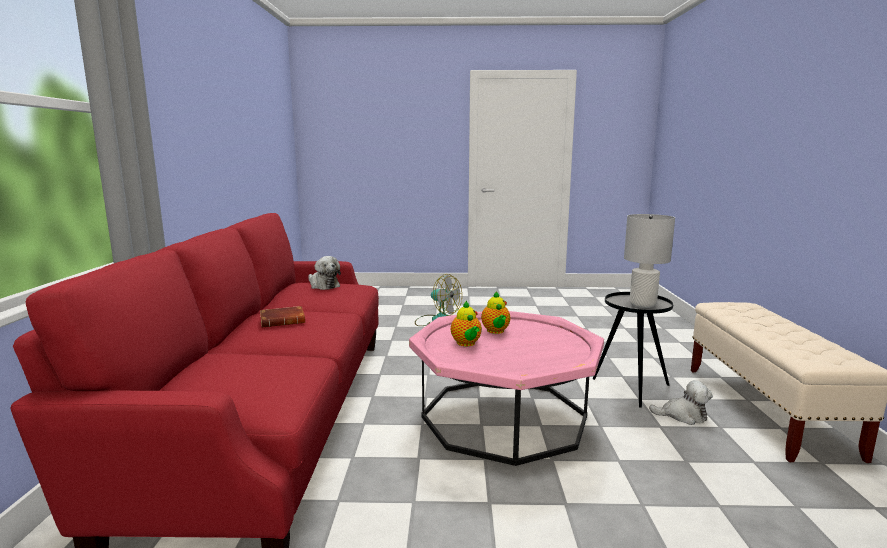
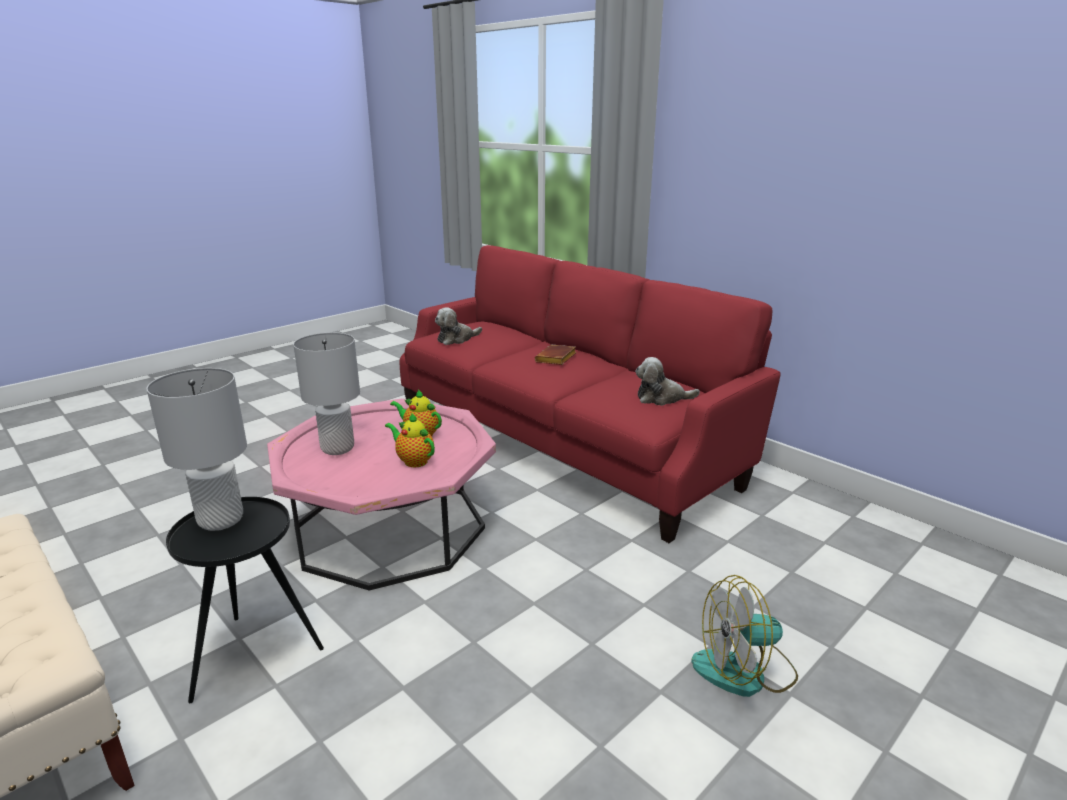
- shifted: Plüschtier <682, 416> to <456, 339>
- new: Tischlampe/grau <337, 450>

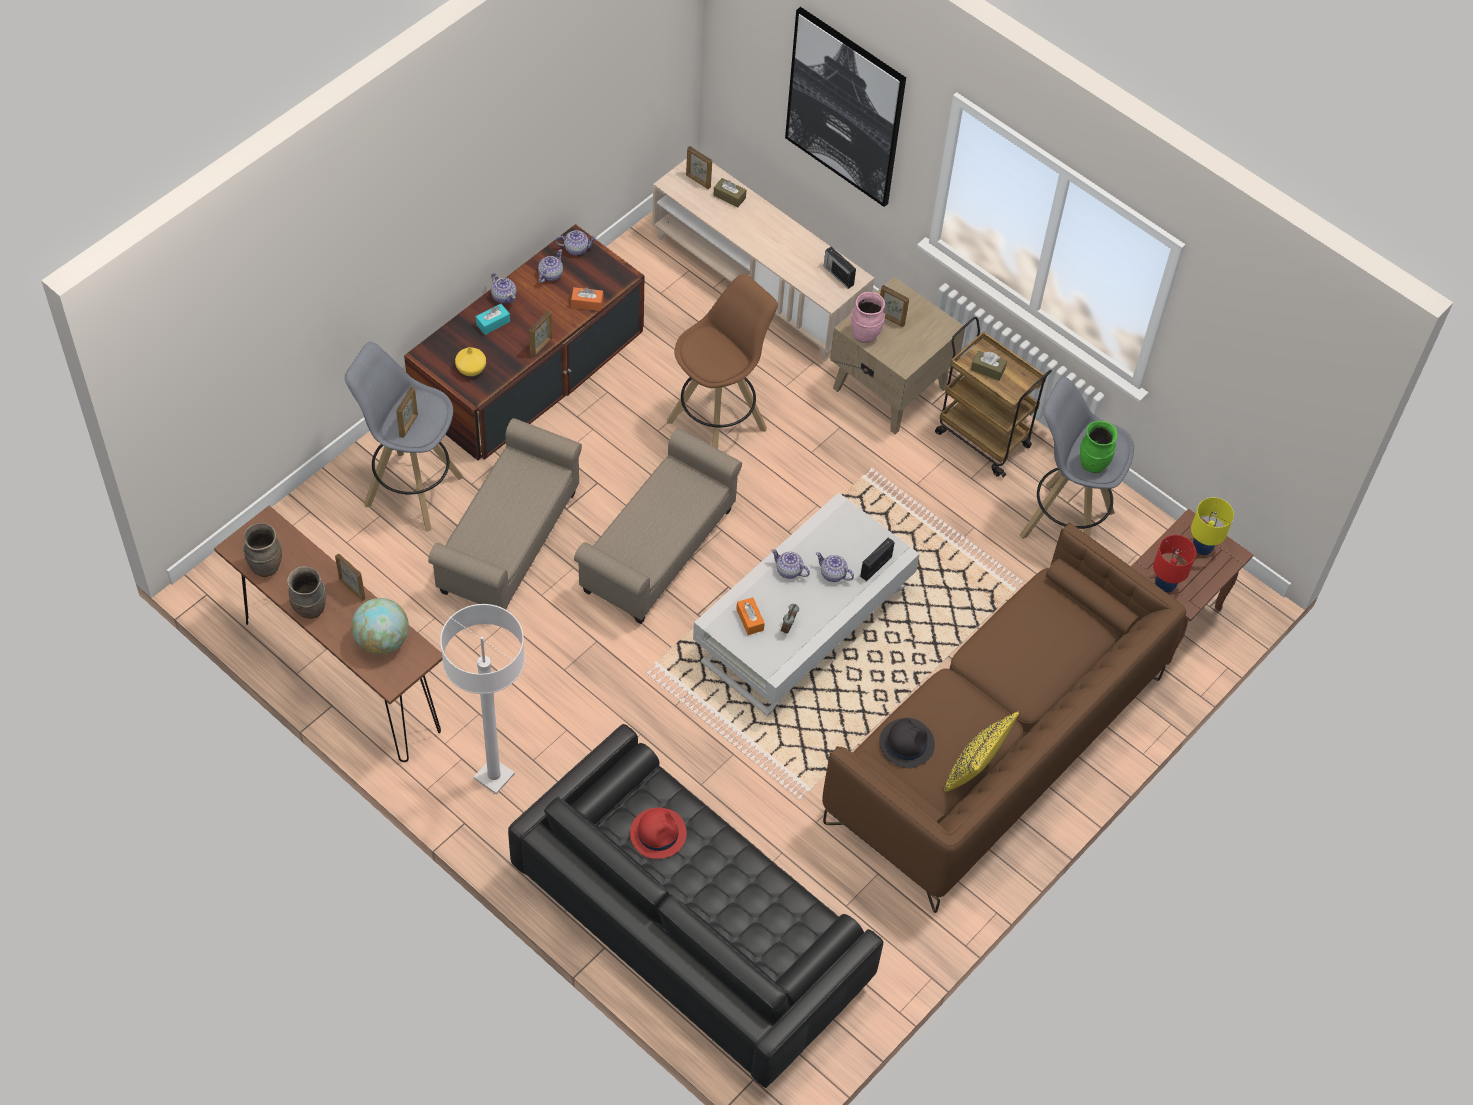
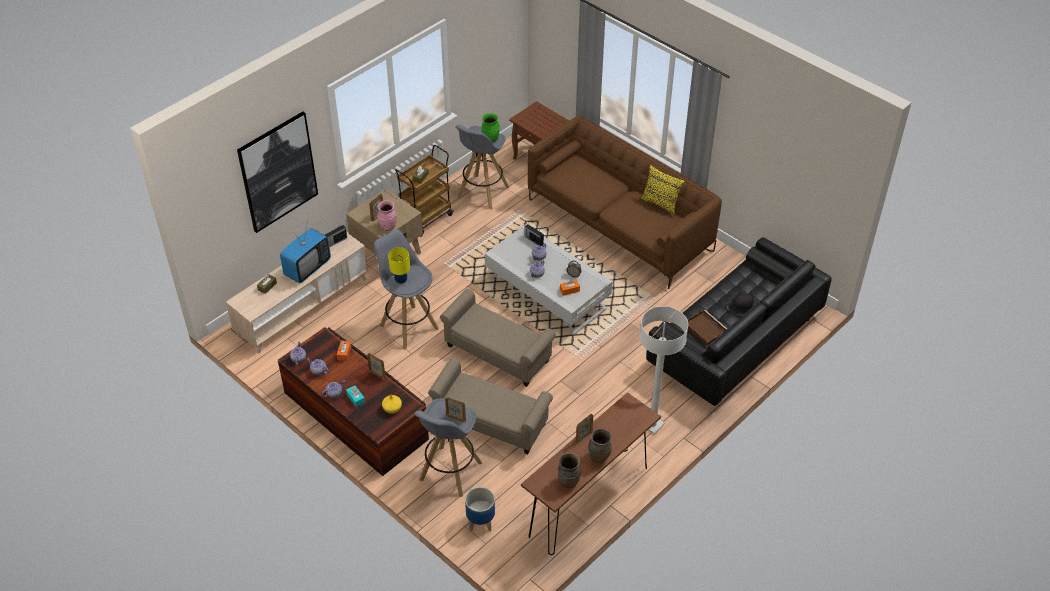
- gone: Globus <382, 641>
- swapped: Hut/rot <658, 833> to Tablett/braun <704, 328>
- repainted: Hocker/braun <719, 424> to Hocker/grau <408, 326>
- gone: Bilderrahmen <698, 181>
- shifted: Hut/schwarz <906, 743> to <741, 305>
- gone: Tischlampe/rot <1166, 586>
- shifted: Tischlampe/gelb <1201, 548> to <400, 281>
- new: Fernseher <307, 268>
- new: Pflanzkübel <480, 522>

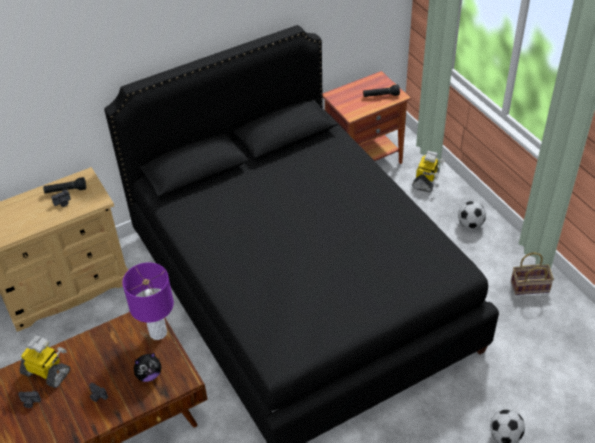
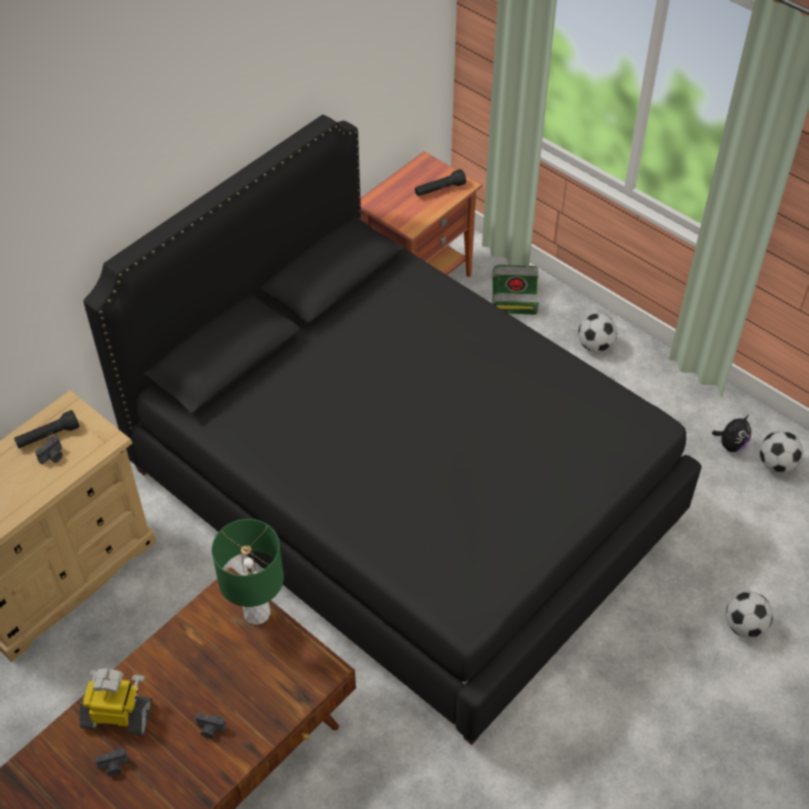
- repainted: Tischlampe/lila <158, 333> to Tischlampe/grün <257, 613>
- shifted: Plüschtier <149, 375> to <731, 445>
- swapped: Spielzeugroboter <426, 180> to Buch <514, 294>
- gone: Korb <530, 286>
- new: Fußball <776, 464>

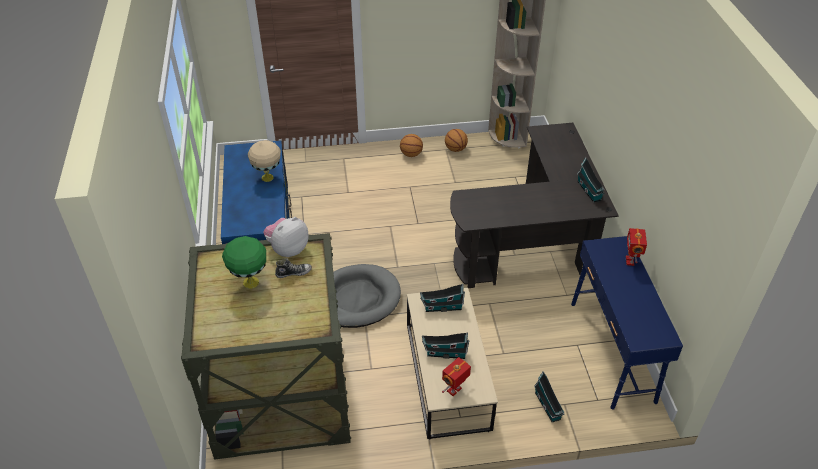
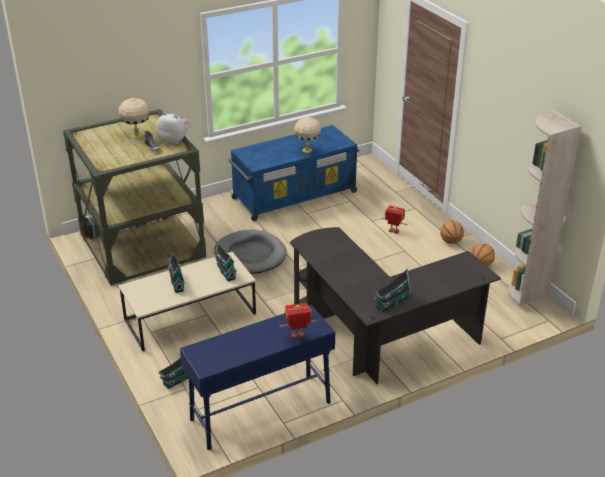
- repainted: Tischlampe/grün <250, 282> to Tischlampe/beige <137, 135>
- shifted: Spielzeugroboter <455, 390> to <393, 231>

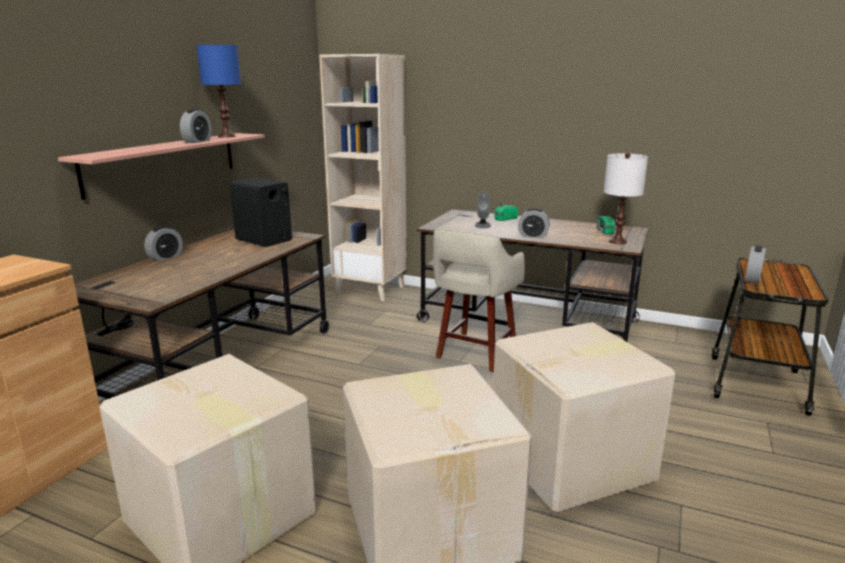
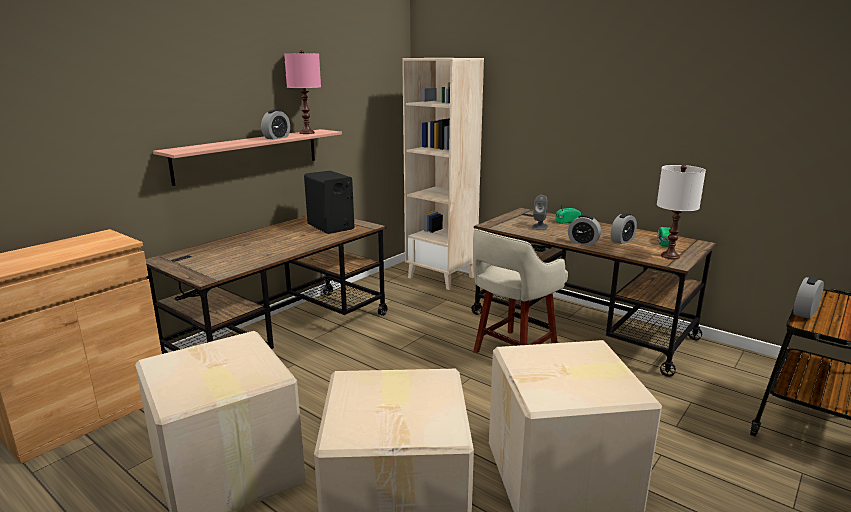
- shifted: Wecker <165, 257> to <622, 240>
- repainted: Tischlampe/blau <227, 136> to Tischlampe/rosa <307, 133>

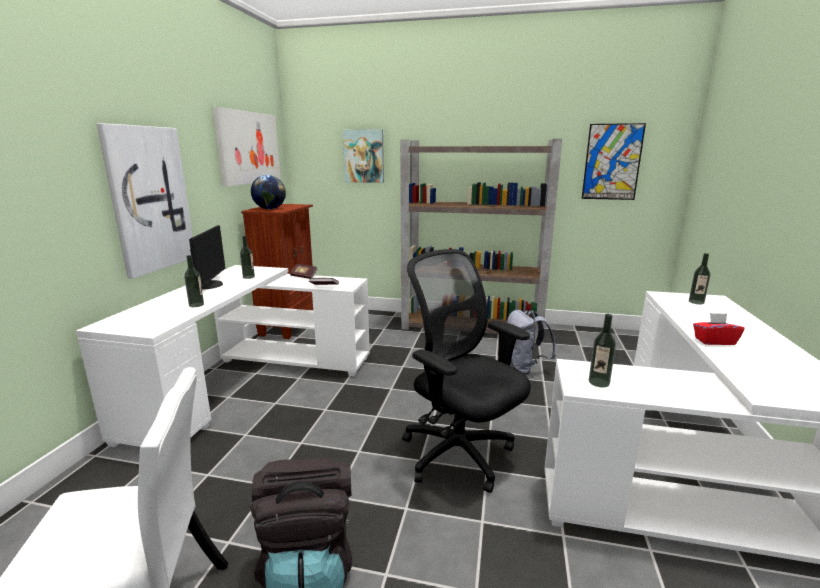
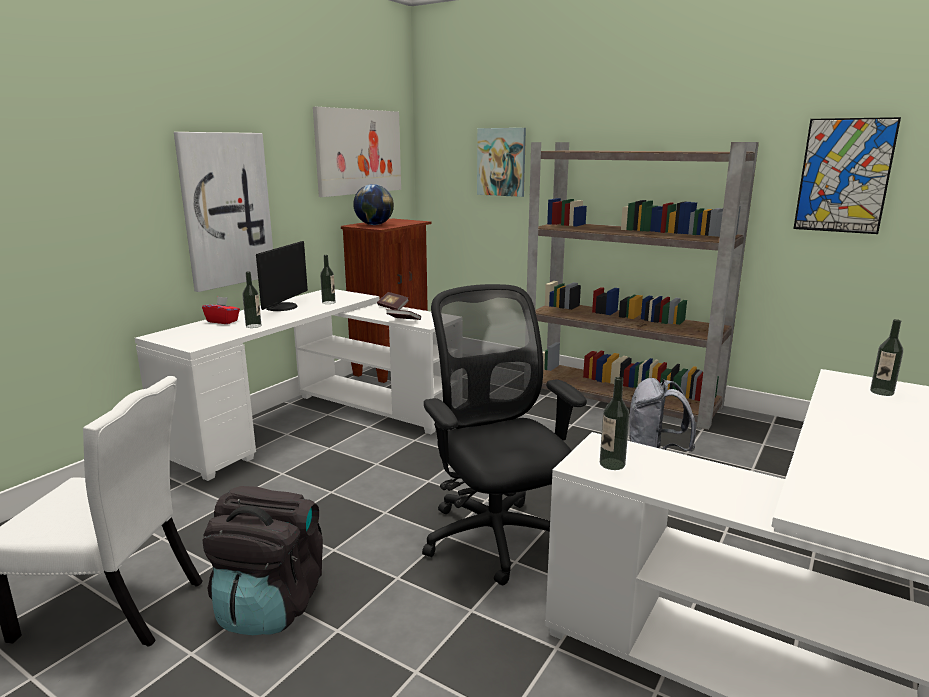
- shifted: Taschentuchbox/rot <714, 341> to <222, 321>

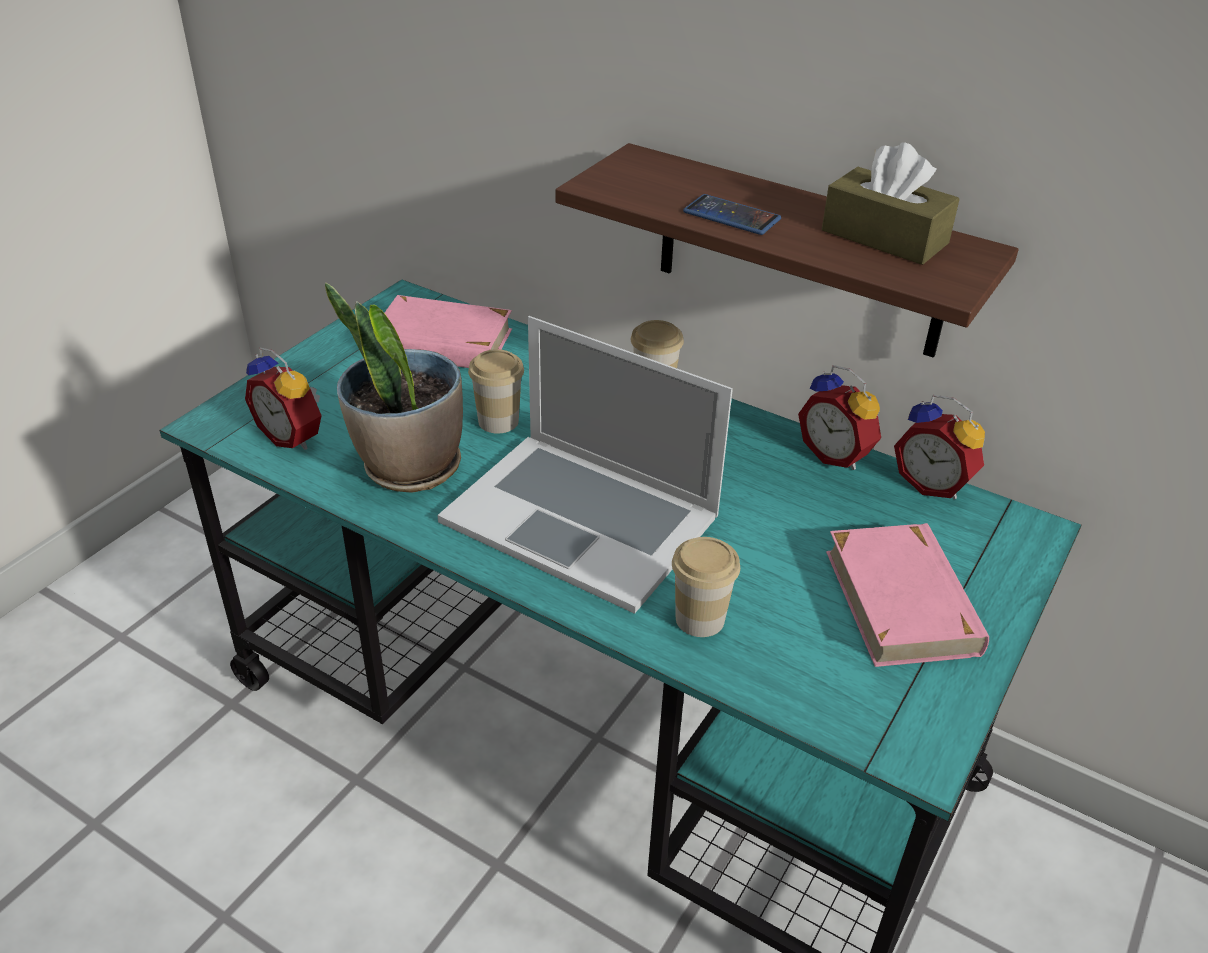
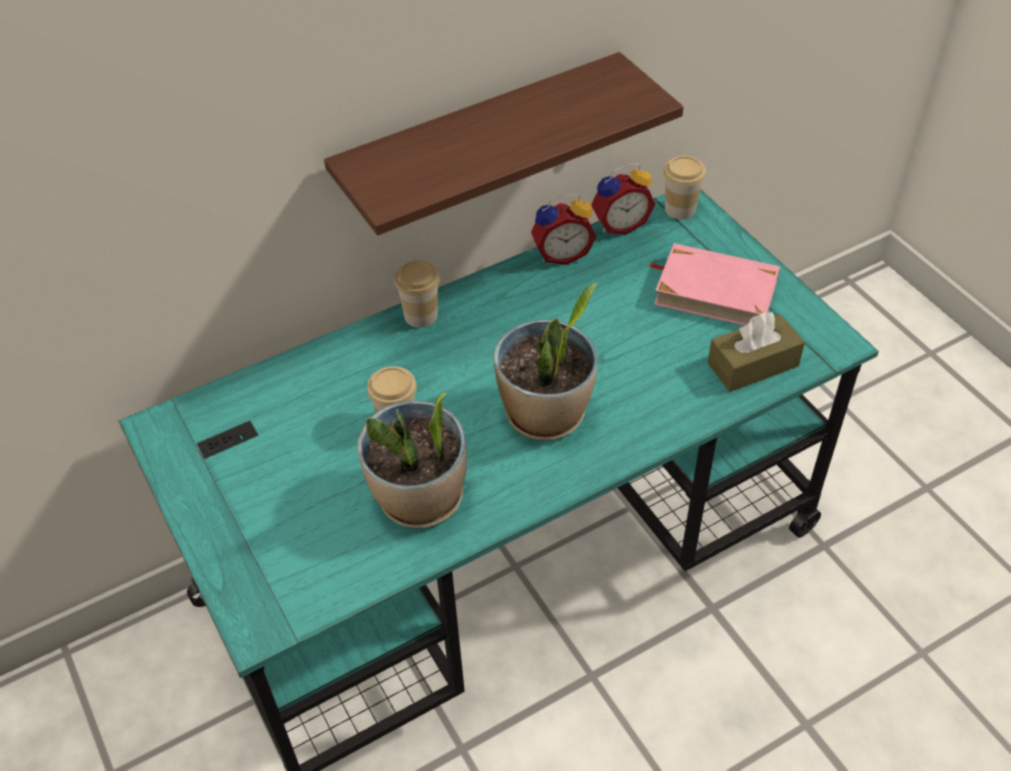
- gone: Wecker <293, 436>
- gone: Buch/rosa <443, 343>
- swapped: Laptop <581, 517> to Topfpflanze <546, 415>
- shifted: Tasse <700, 619> to <680, 209>
- gone: Handy <731, 216>
- shifted: Taschentuchbox/braun <884, 237> to <753, 364>

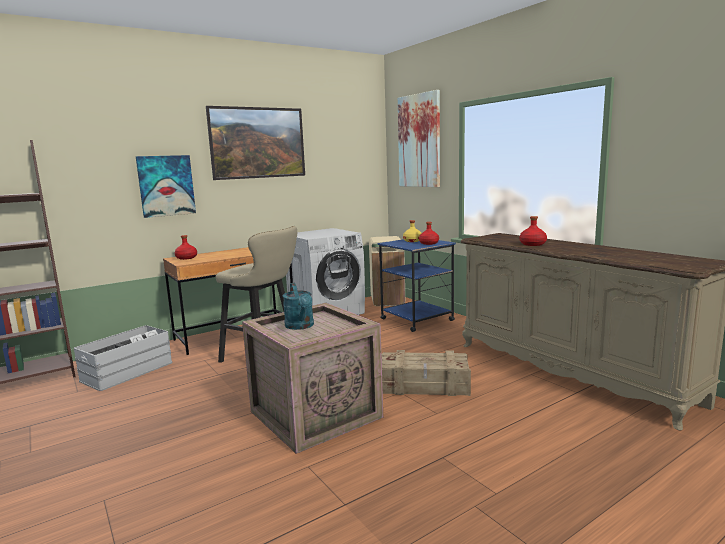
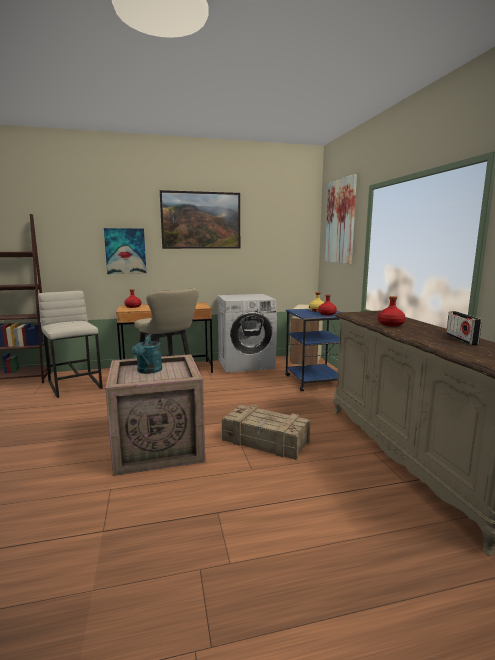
- swapped: Aufbewahrungsbox/grau <127, 371> to Hocker/beige <75, 385>
- new: Radio <461, 339>

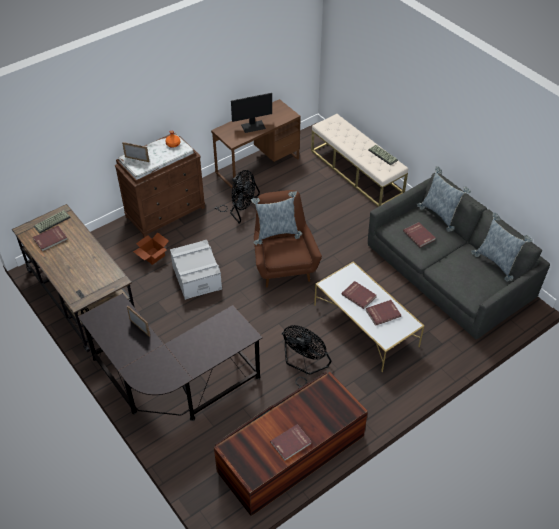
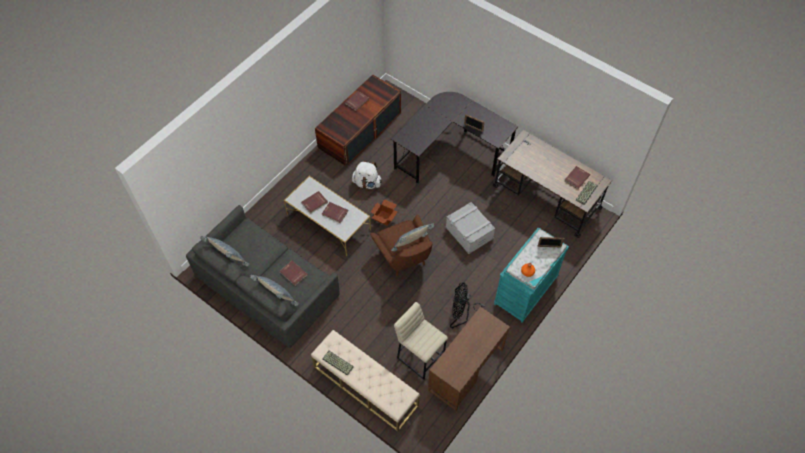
- repainted: Kommode/braun <165, 212> to Kommode/türkis <525, 290>
- shifted: Karton <152, 256> to <384, 217>
- gone: Monitor <253, 126>
- swapped: Ventilator/schwarz <303, 365> to Rucksack/weiß <367, 183>
- new: Hocker/beige <419, 356>

